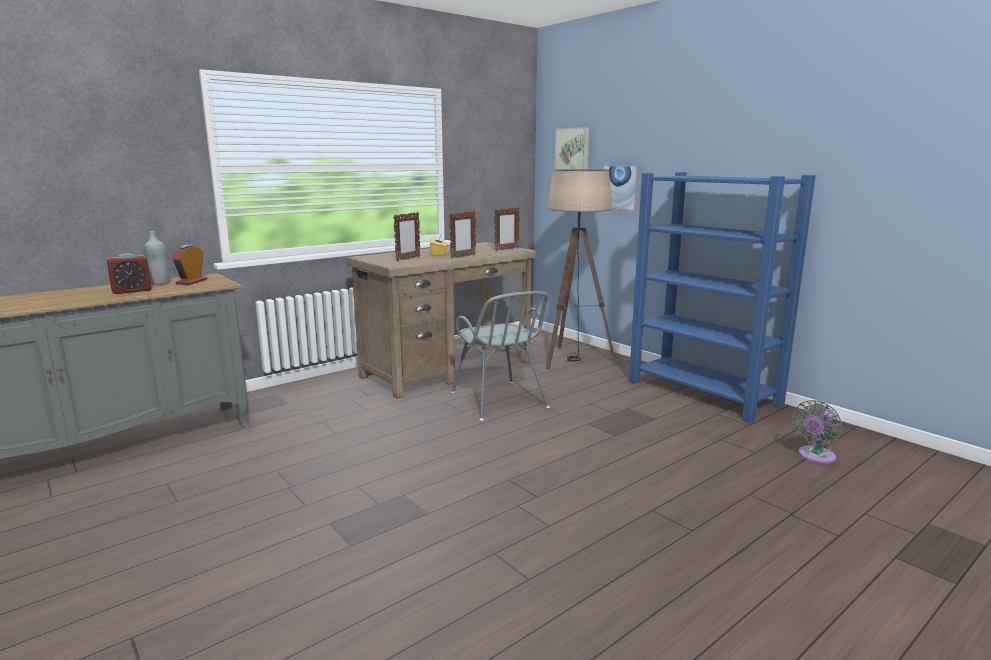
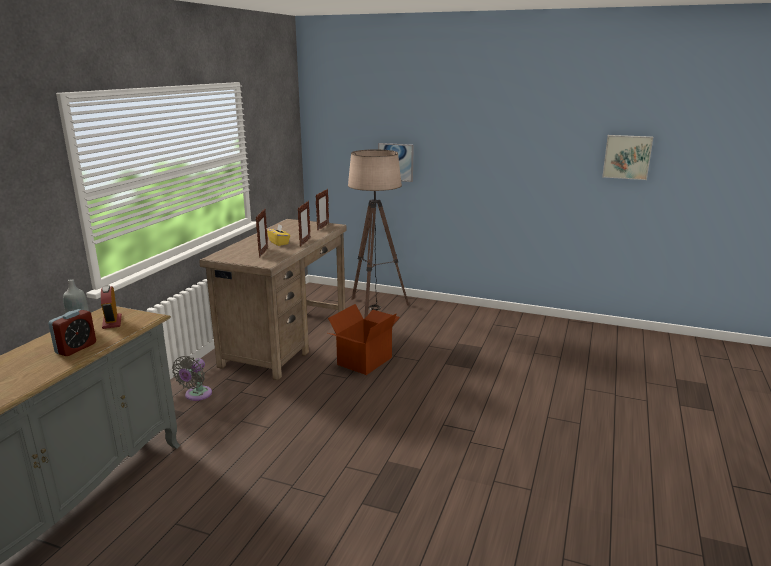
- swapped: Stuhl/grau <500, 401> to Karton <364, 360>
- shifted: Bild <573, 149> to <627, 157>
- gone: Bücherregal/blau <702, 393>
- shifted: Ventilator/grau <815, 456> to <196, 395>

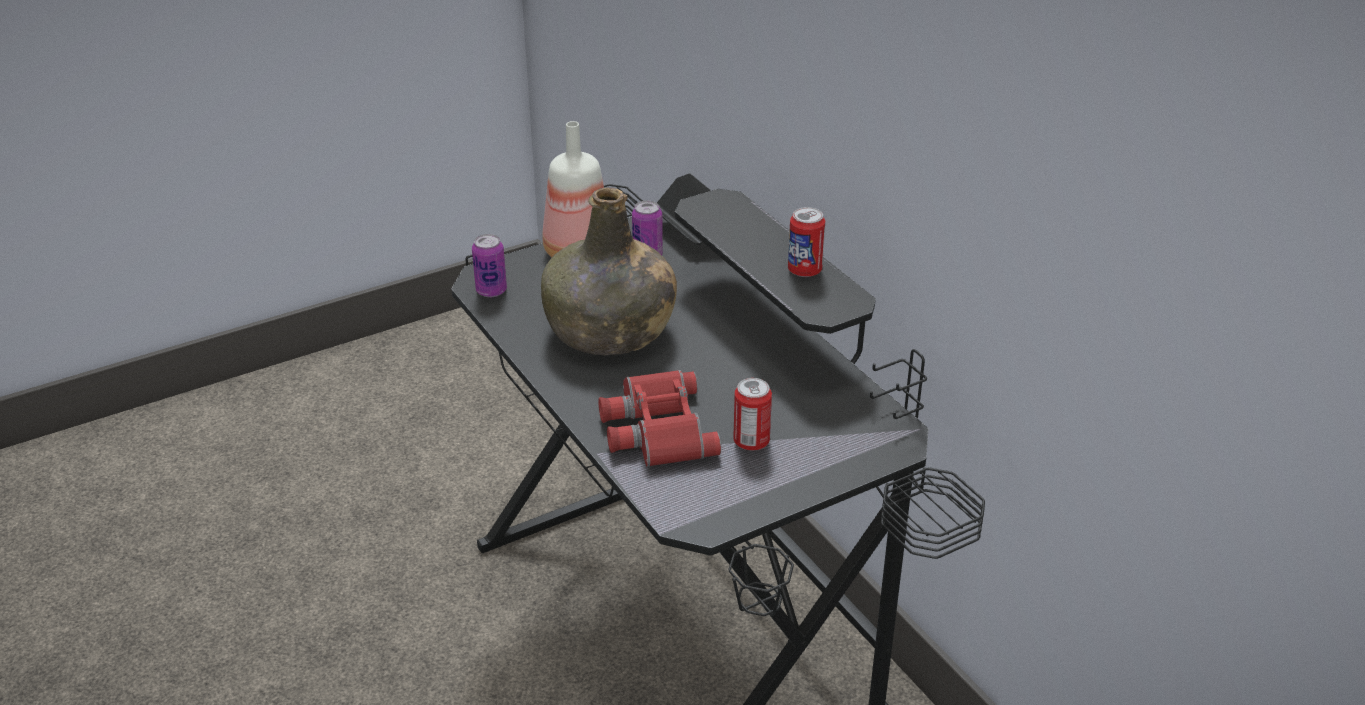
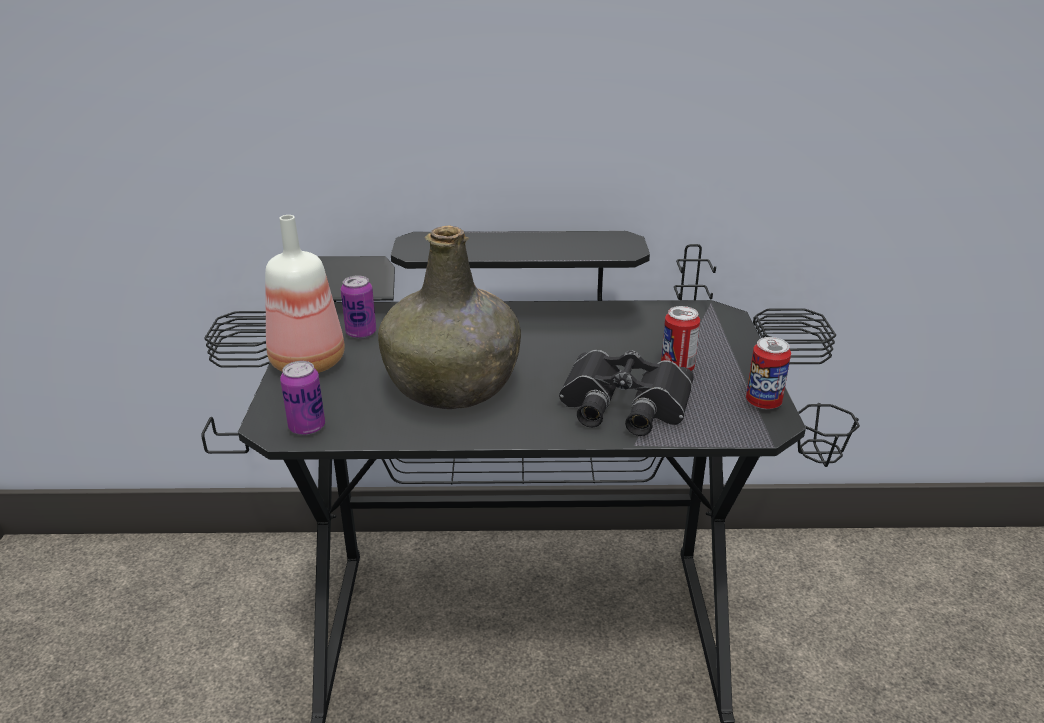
- repainted: Fernglas/rot <655, 428> to Fernglas/schwarz <623, 404>
- shifted: Dose <804, 270> to <763, 402>

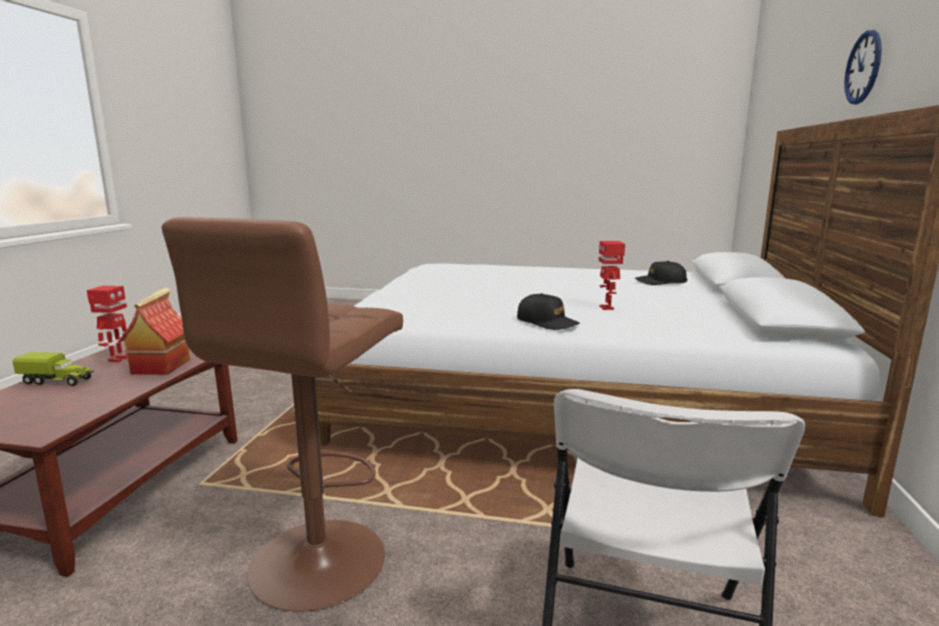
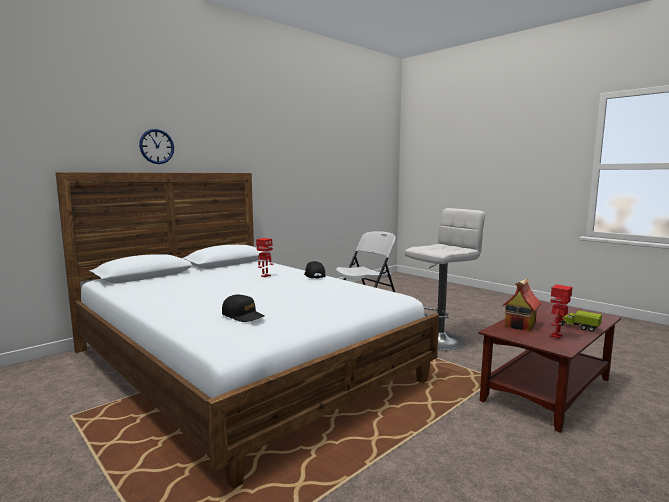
- repainted: Hocker/braun <316, 563> to Hocker/weiß <441, 341>
- shifted: Kappe/schwarz <660, 282> to <243, 316>

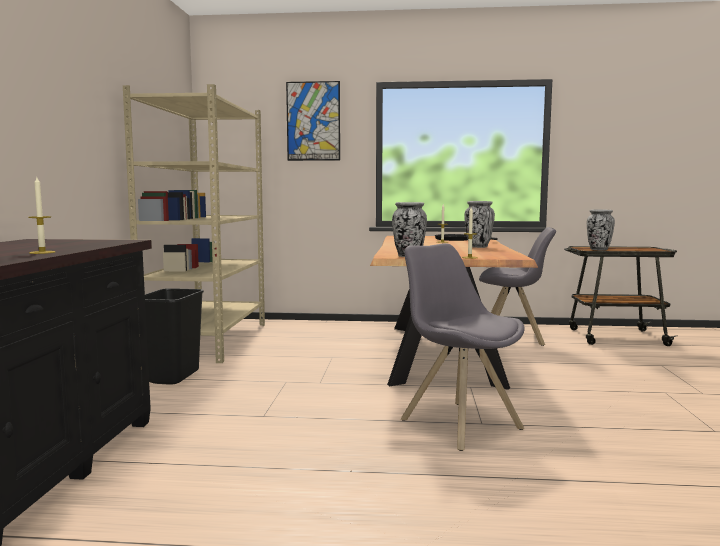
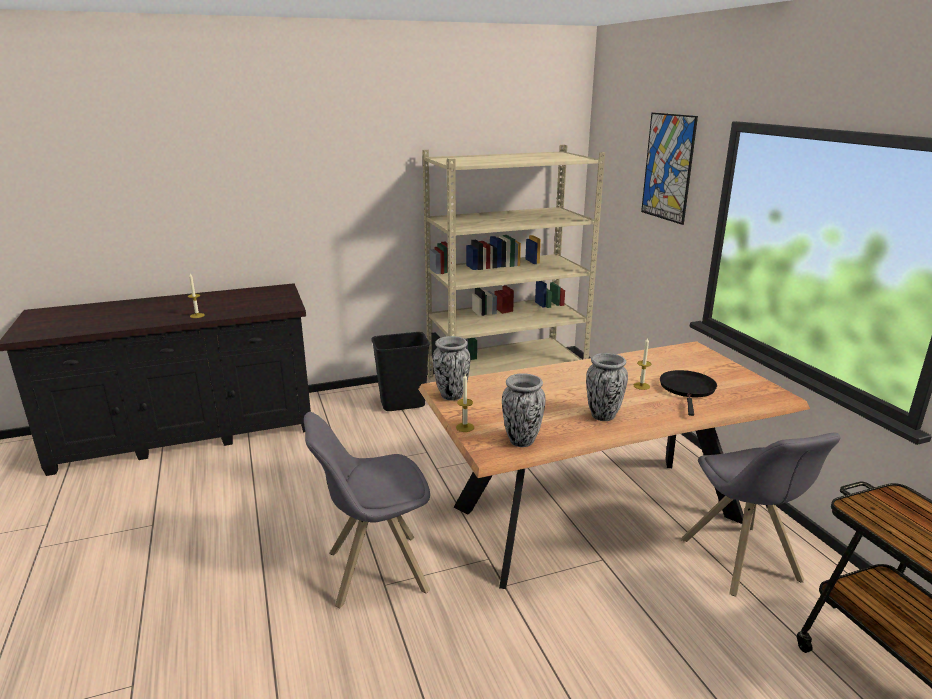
- rotated: Stuhl/grau <459, 424> = <376, 571> 135 degrees counterclockwise
- shifted: Vase <598, 249> to <521, 440>

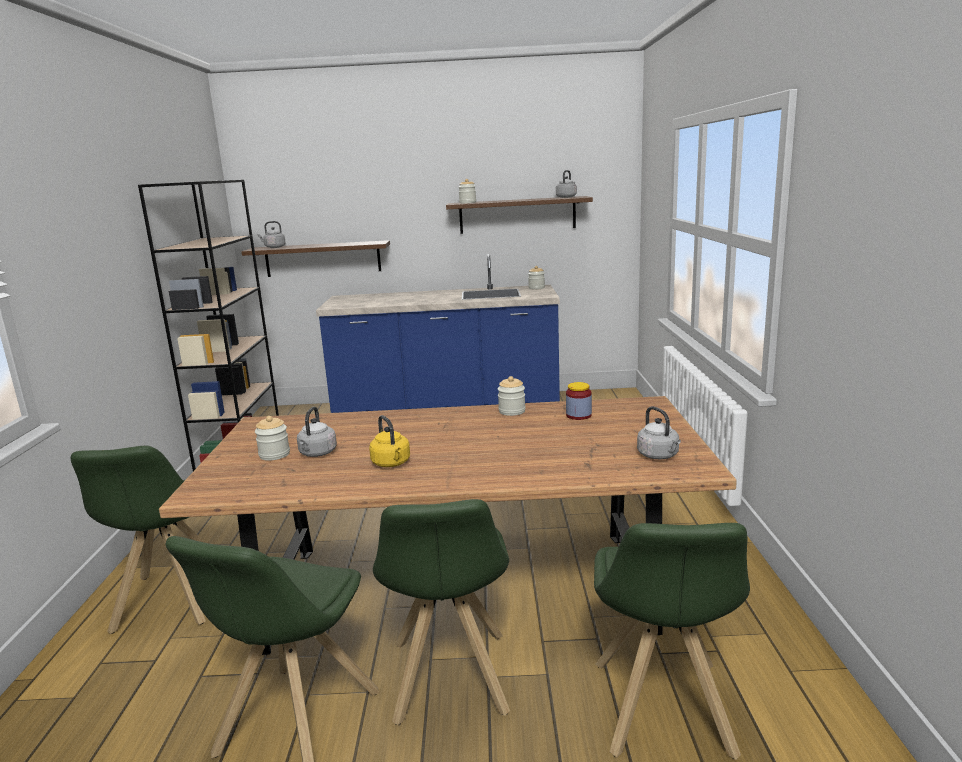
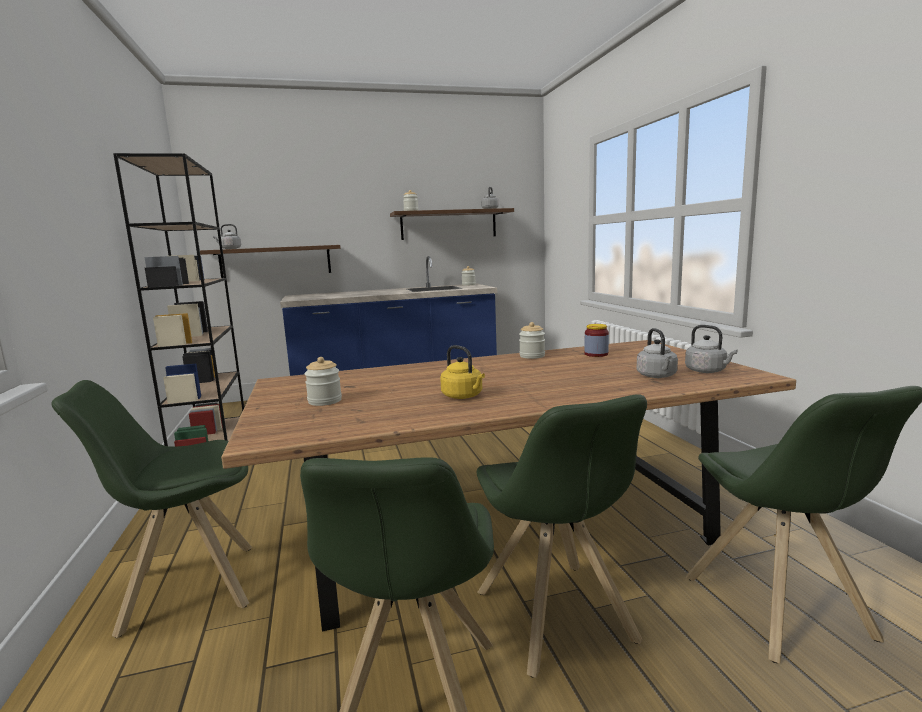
- rotated: Stuhl/grün <172, 600> = <189, 588> 90 degrees clockwise
- shifted: Wasserkessel/grau <317, 453> to <657, 376>

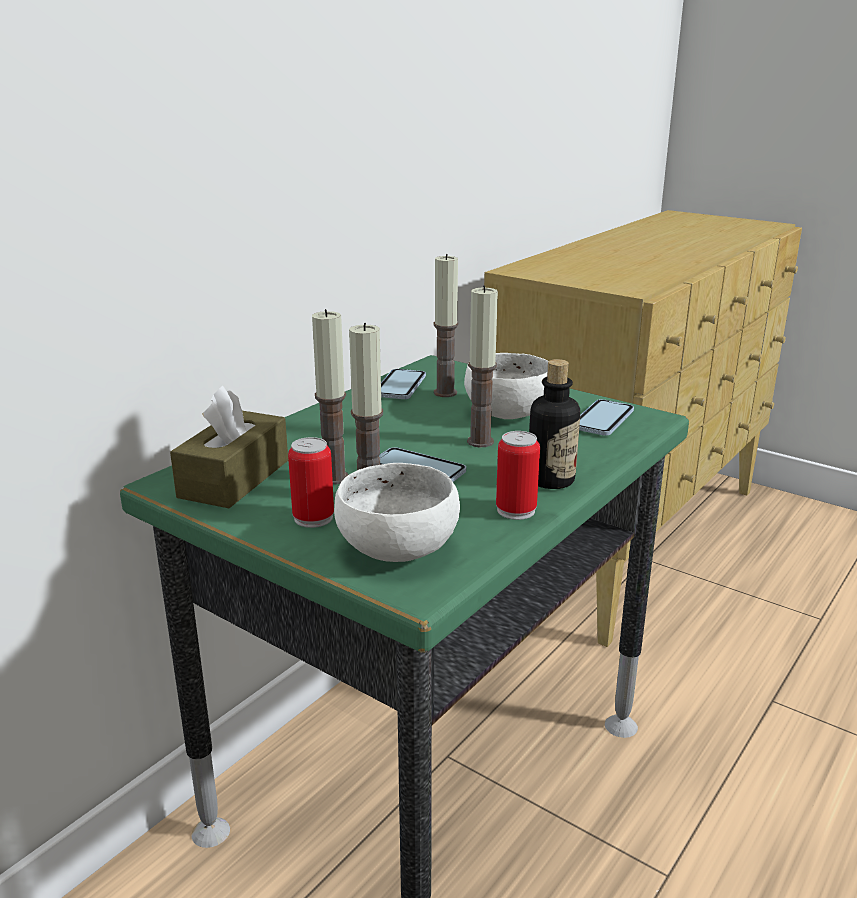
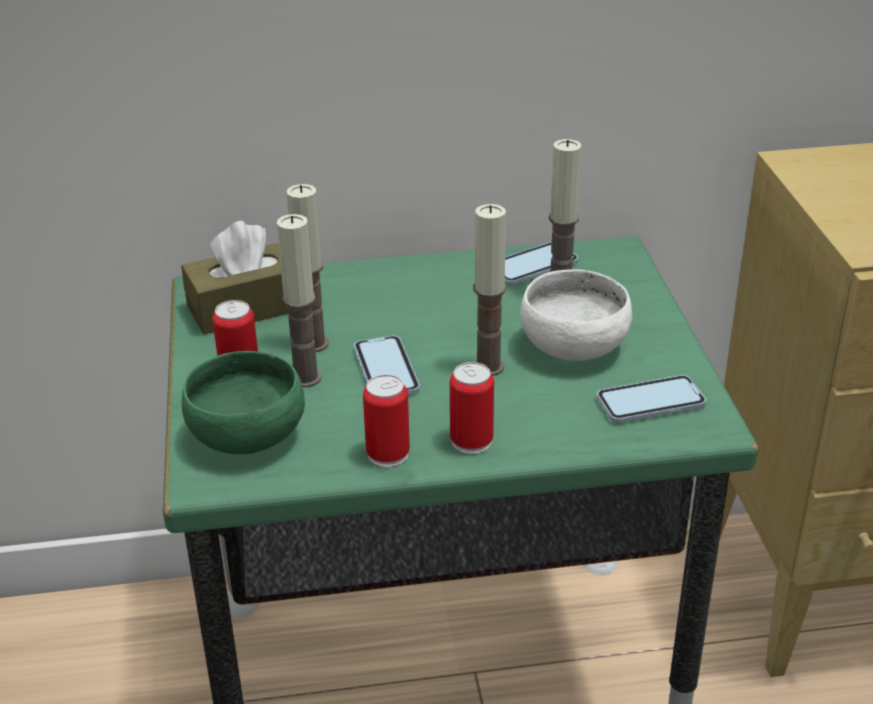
- repainted: Schüssel/weiß <395, 548> to Schüssel/grün <246, 435>
- swapped: Flasche <550, 480> to Dose <471, 441>

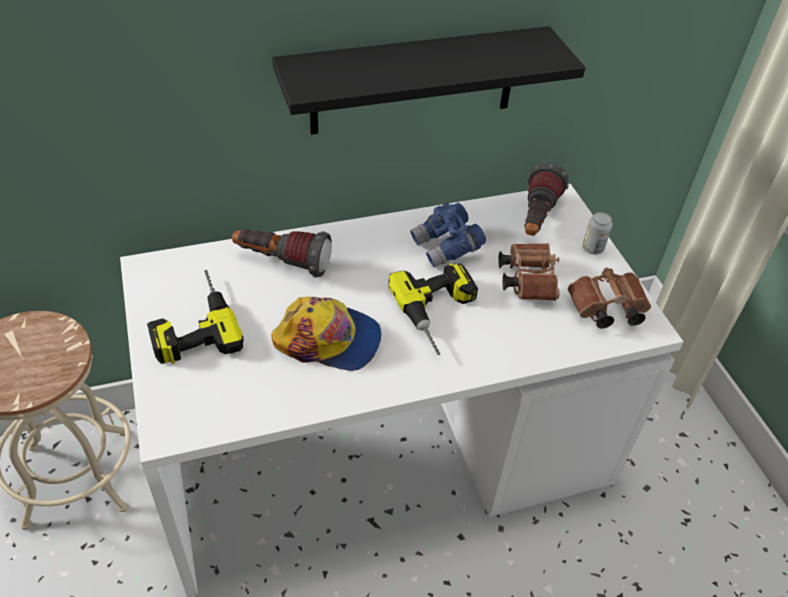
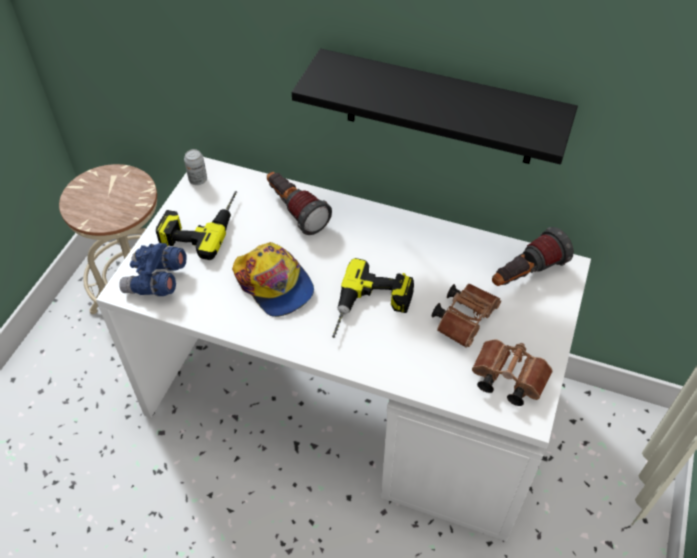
- shifted: Fernglas/blau <447, 247> to <156, 281>
- shifted: Dose <592, 249> to <198, 180>

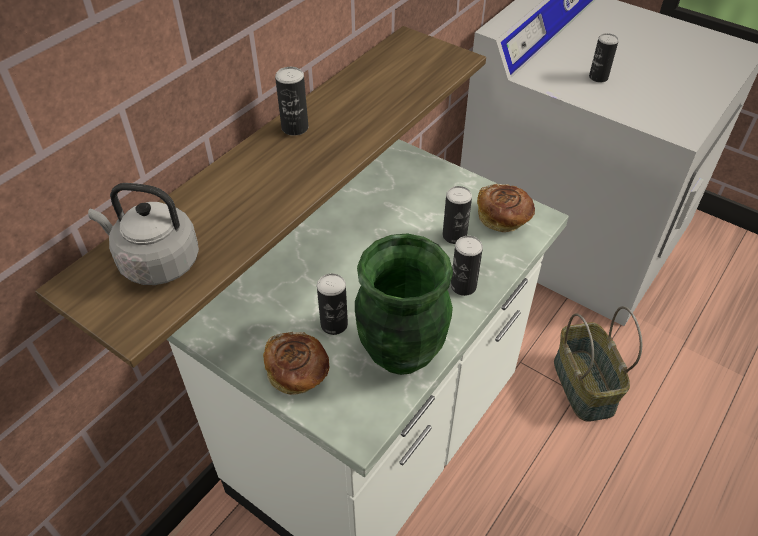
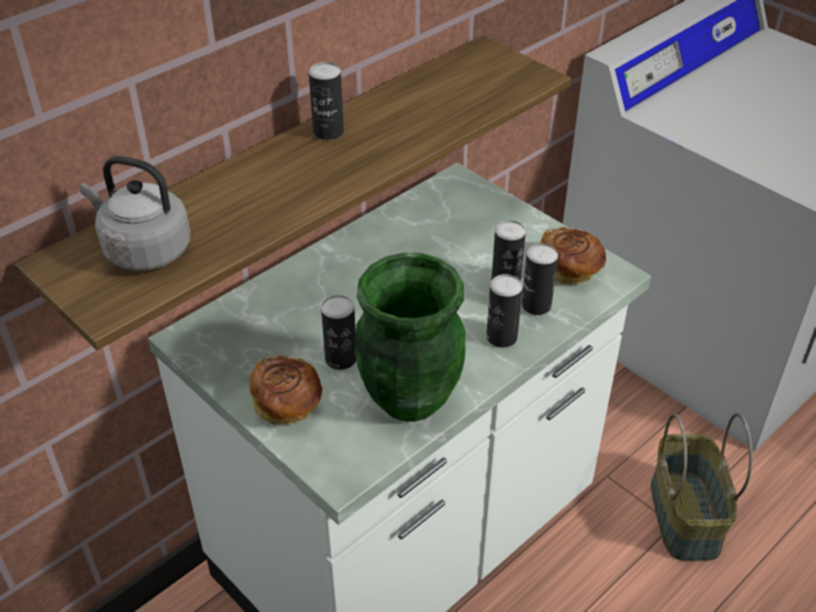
- shifted: Dose <598, 77> to <536, 305>

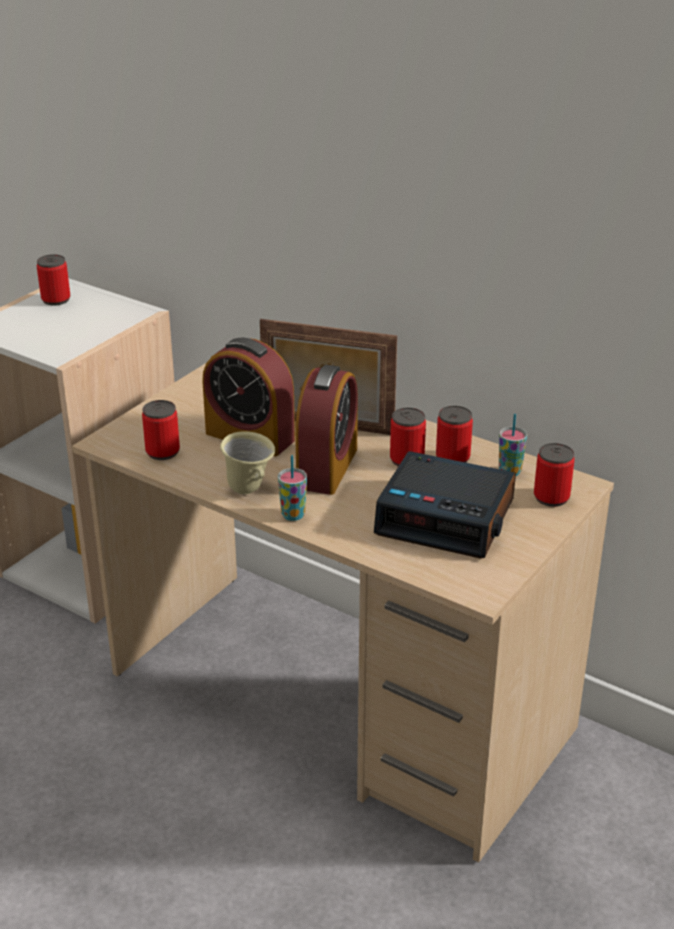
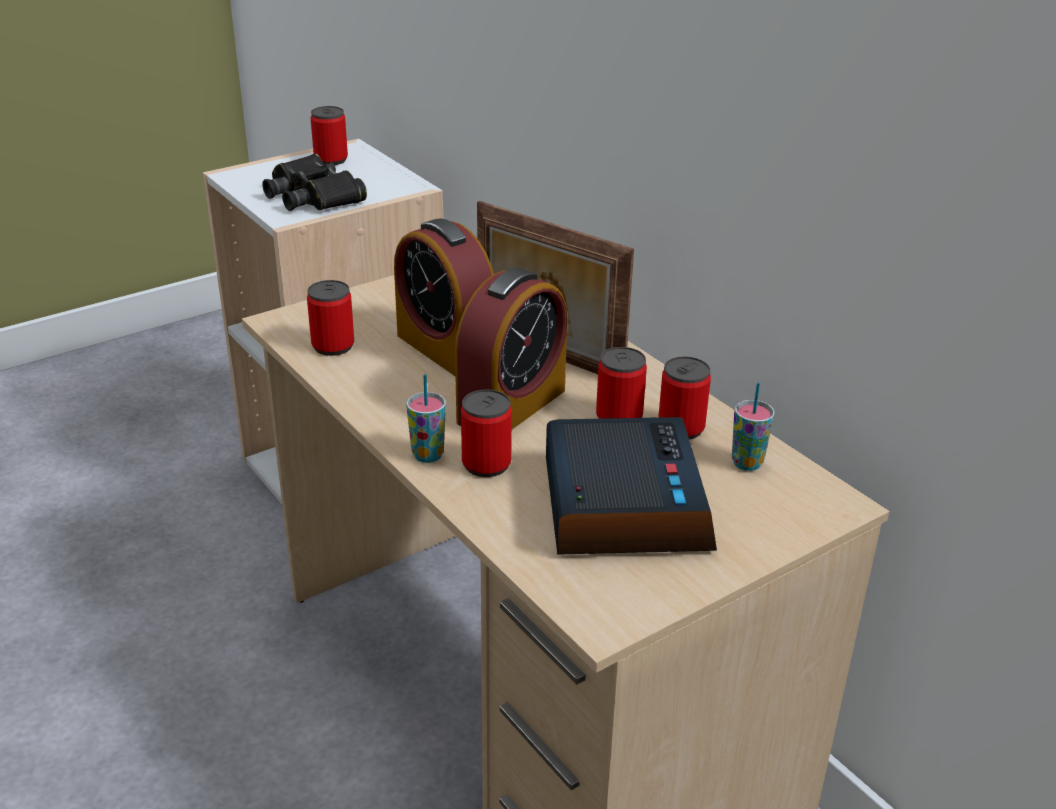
- gone: Henkelbecher/beige <249, 489>
- rotated: Wecker <447, 517> = <622, 504> 135 degrees counterclockwise
- shifted: Dose <551, 497> to <486, 464>
- new: Fernglas/schwarz <313, 196>

